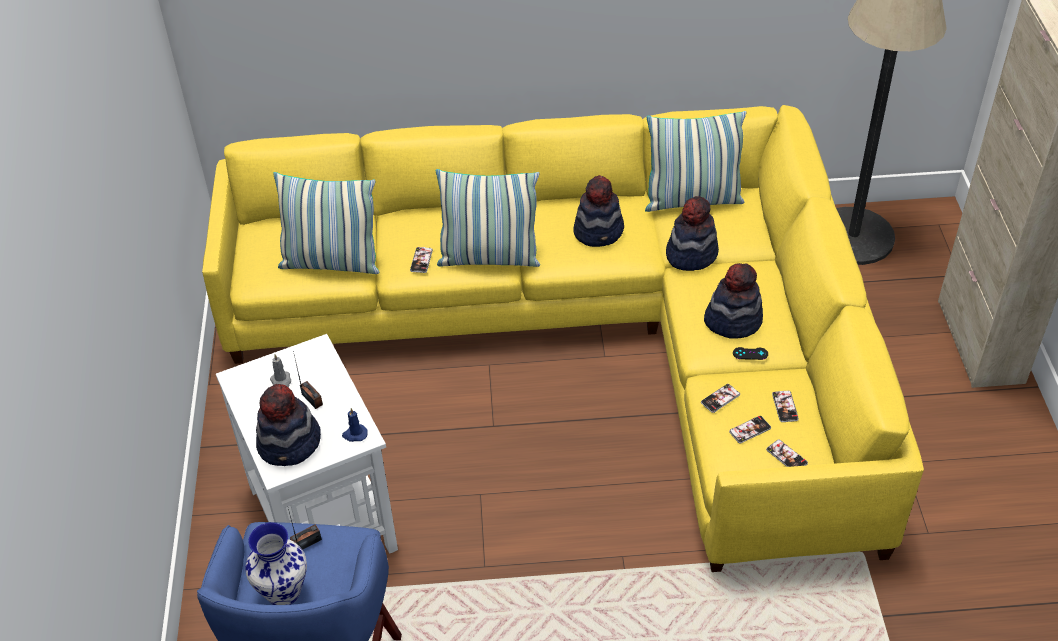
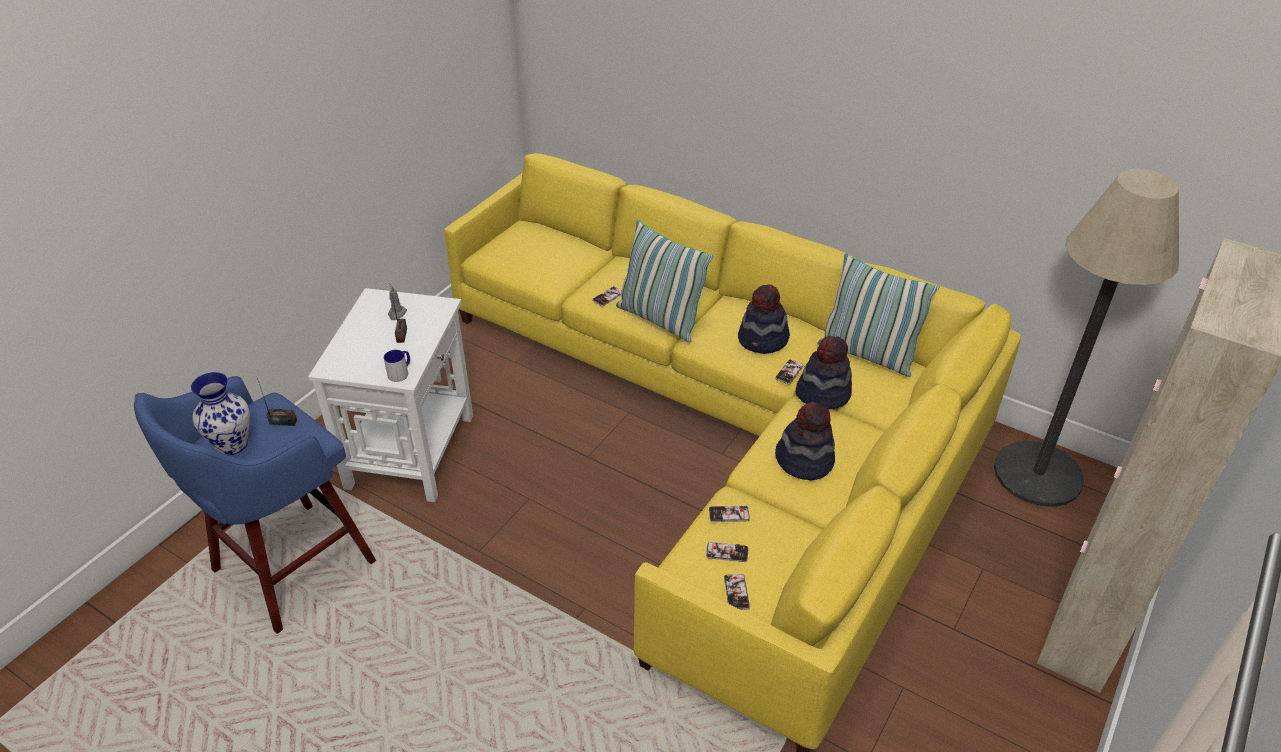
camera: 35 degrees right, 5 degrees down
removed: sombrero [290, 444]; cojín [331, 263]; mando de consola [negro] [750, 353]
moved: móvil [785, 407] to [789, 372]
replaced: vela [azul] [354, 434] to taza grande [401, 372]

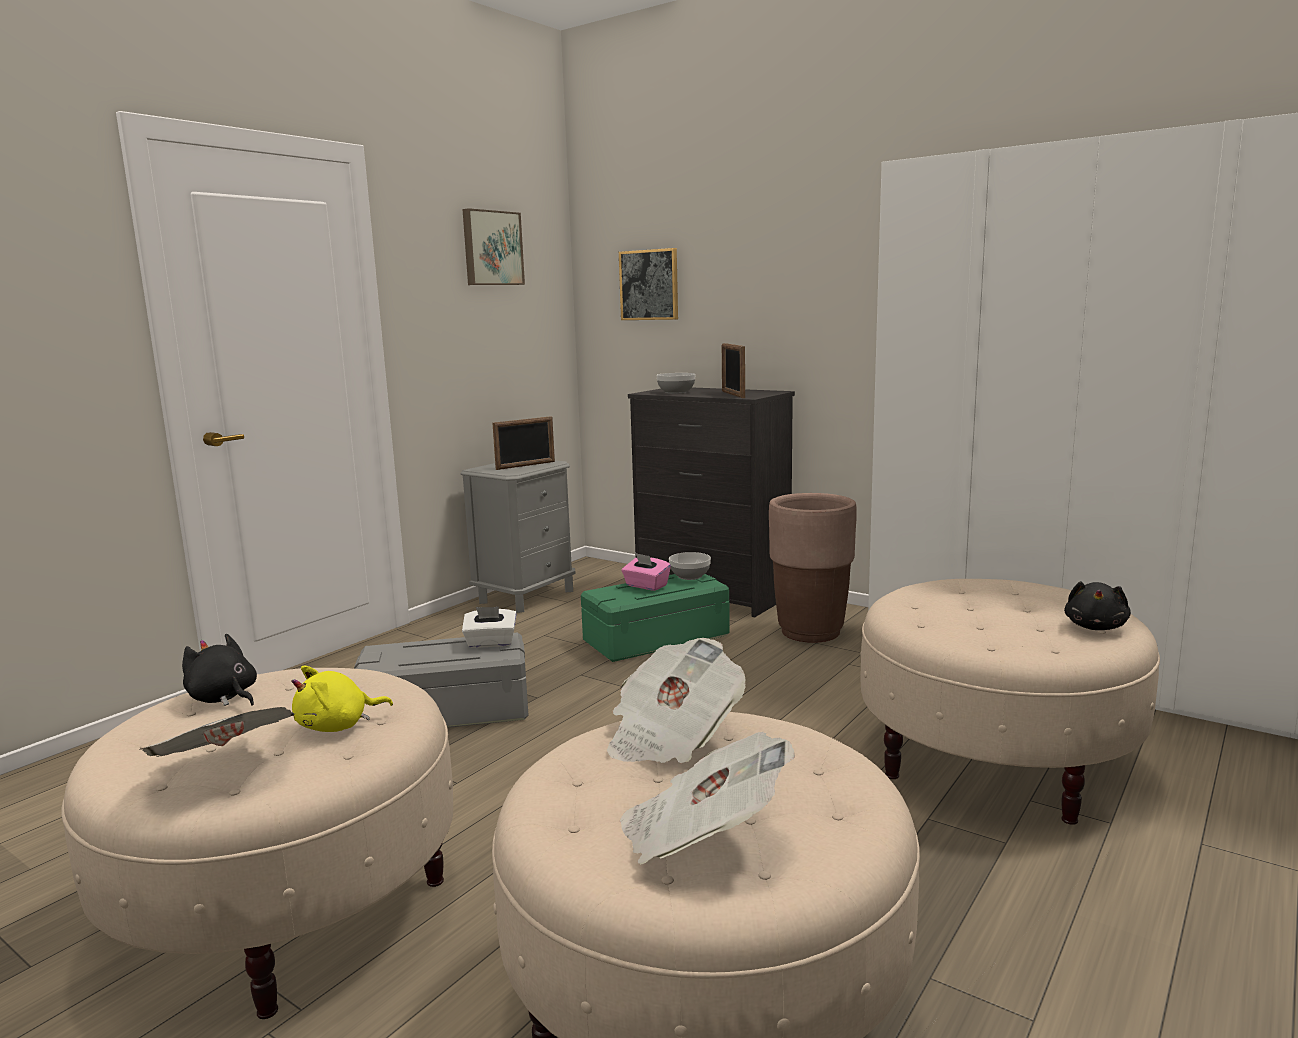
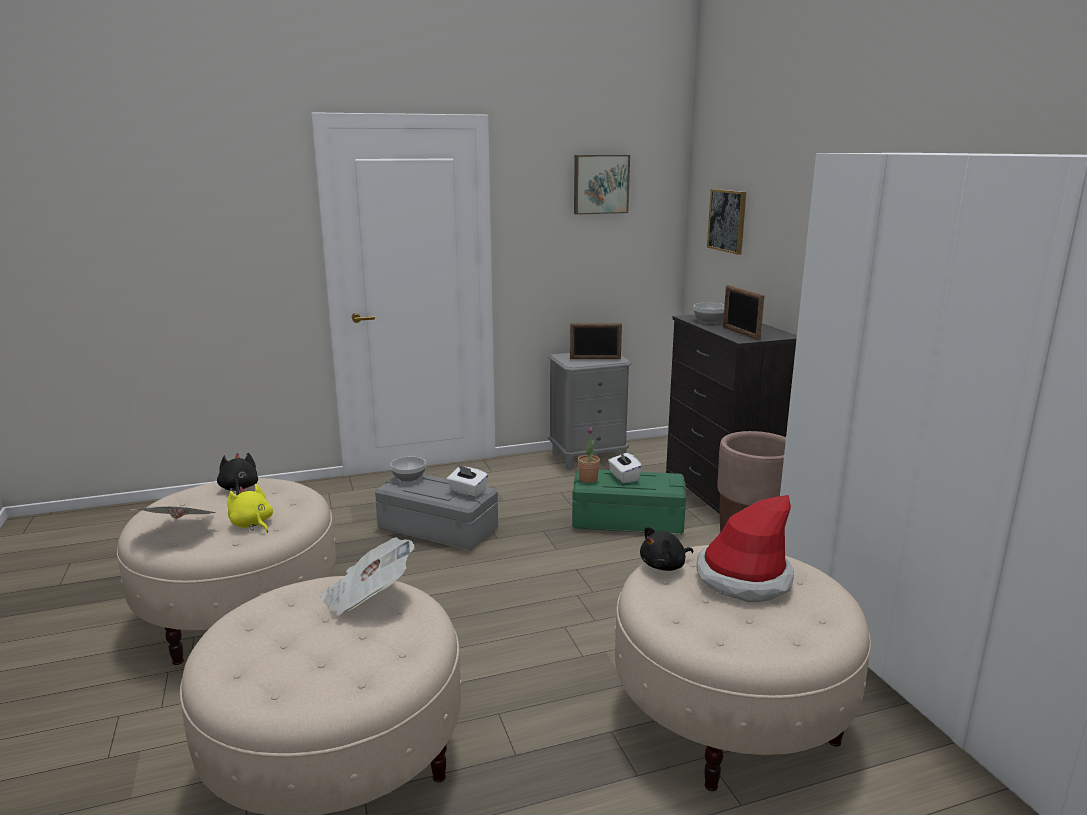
camera: 35 degrees right, 5 degrees up
removed: periódico [702, 836]
added: planta en maceta [588, 479]; sombrero [743, 578]
moved: cuenco [689, 576] to [408, 477]; peluche [negro] [1095, 627] to [665, 565]
recoloured: caja de pañuelos [rosa] [646, 586] to caja de pañuelos [blanco] [624, 477]
turned: peluche [amarillo] [338, 726] = [252, 524] 45 degrees clockwise; portarretratos [733, 394] = [740, 333] 45 degrees counterclockwise

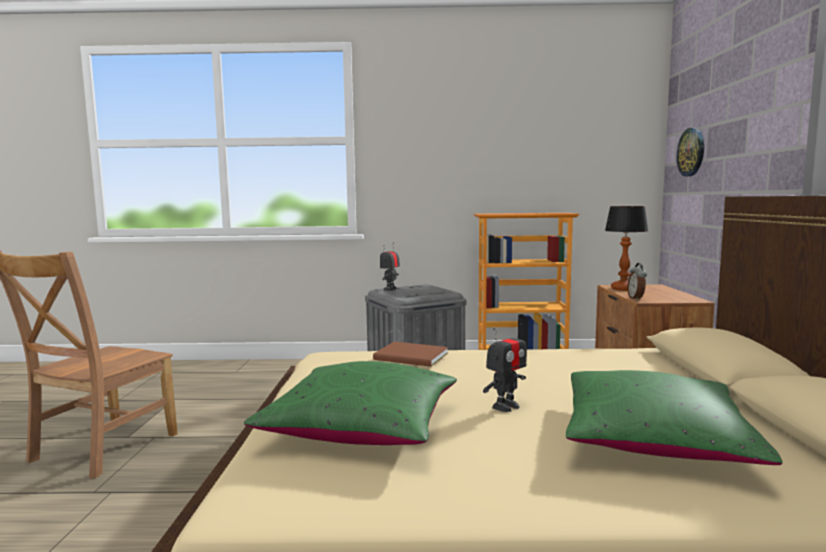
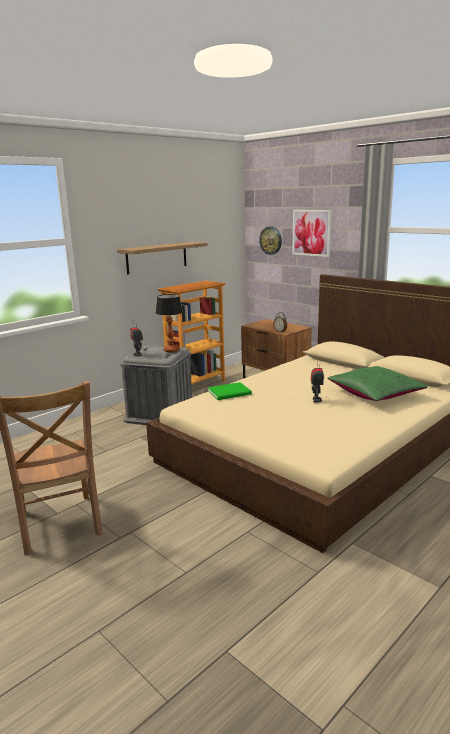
camera: 45 degrees left, 10 degrees up
removed: cojín [verde] [362, 427]
added: estante [157, 257]; cuadro [311, 232]
moved: lámpara de mesa [623, 289] to [171, 350]
recoloured: libro [marrón] [412, 357] to libro [verde] [231, 392]

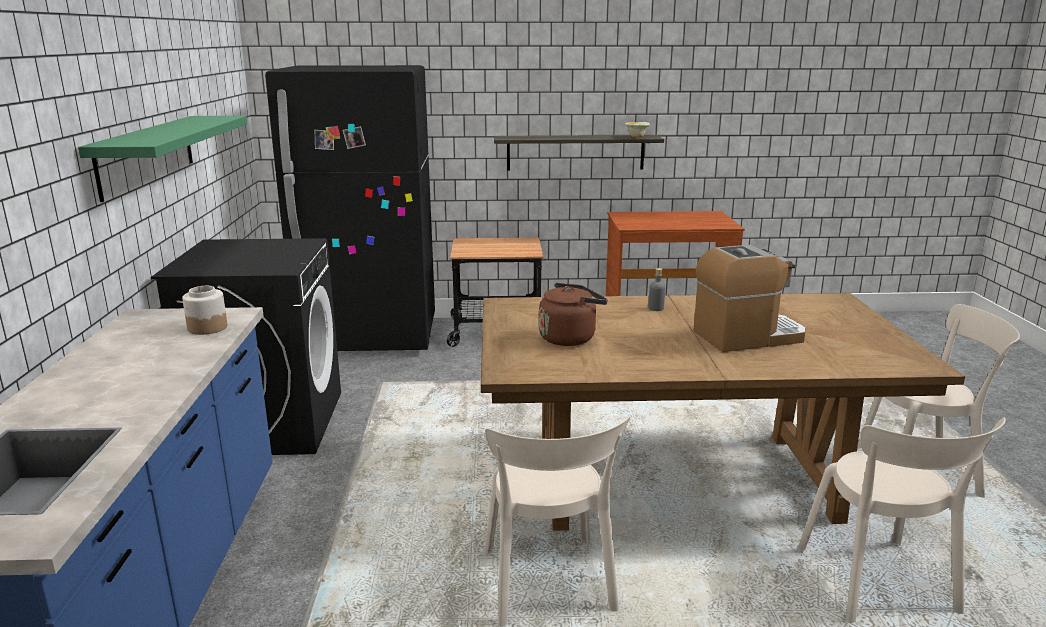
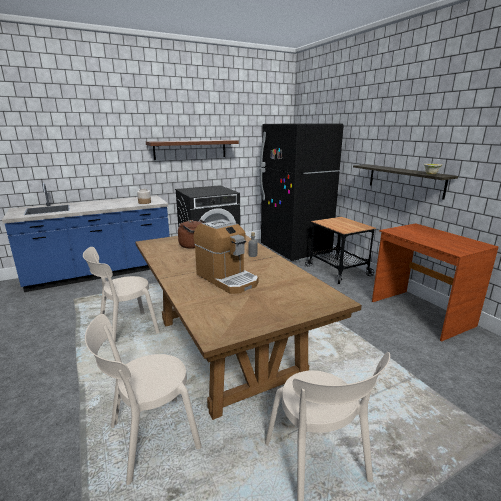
camera: 65 degrees right, 0 degrees up
recoloured: estante [verde] [147, 154] to estante [marrón] [190, 149]

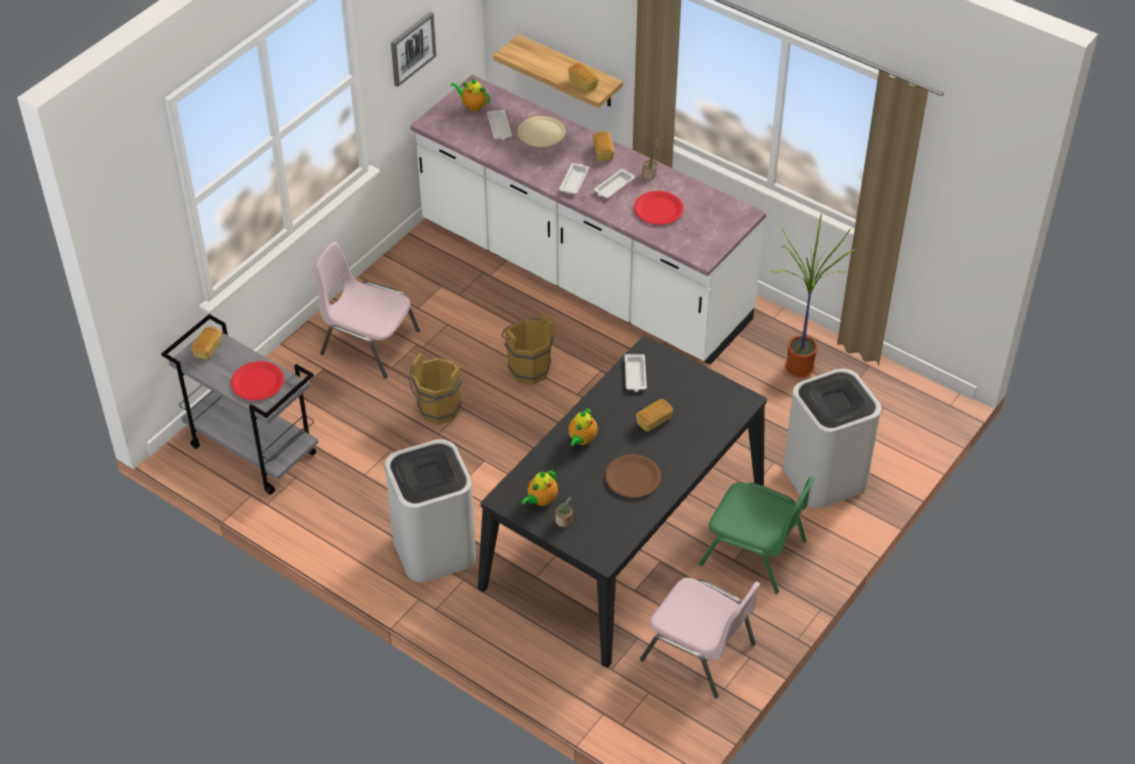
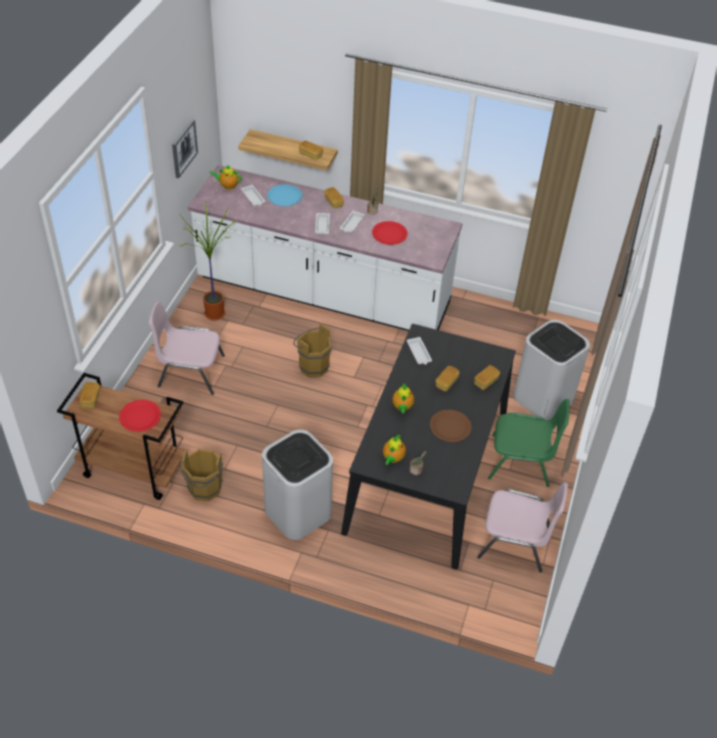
camera: 20 degrees left, 0 degrees up
added: pan [486, 381]
moved: planta en maceta [797, 368] to [213, 314]; cubo [marrón] [437, 412] to [204, 490]
recoloured: carrito [gris] [252, 450] to carrito [marrón] [132, 469]; plato [beis] [541, 133] to plato [azul] [284, 196]

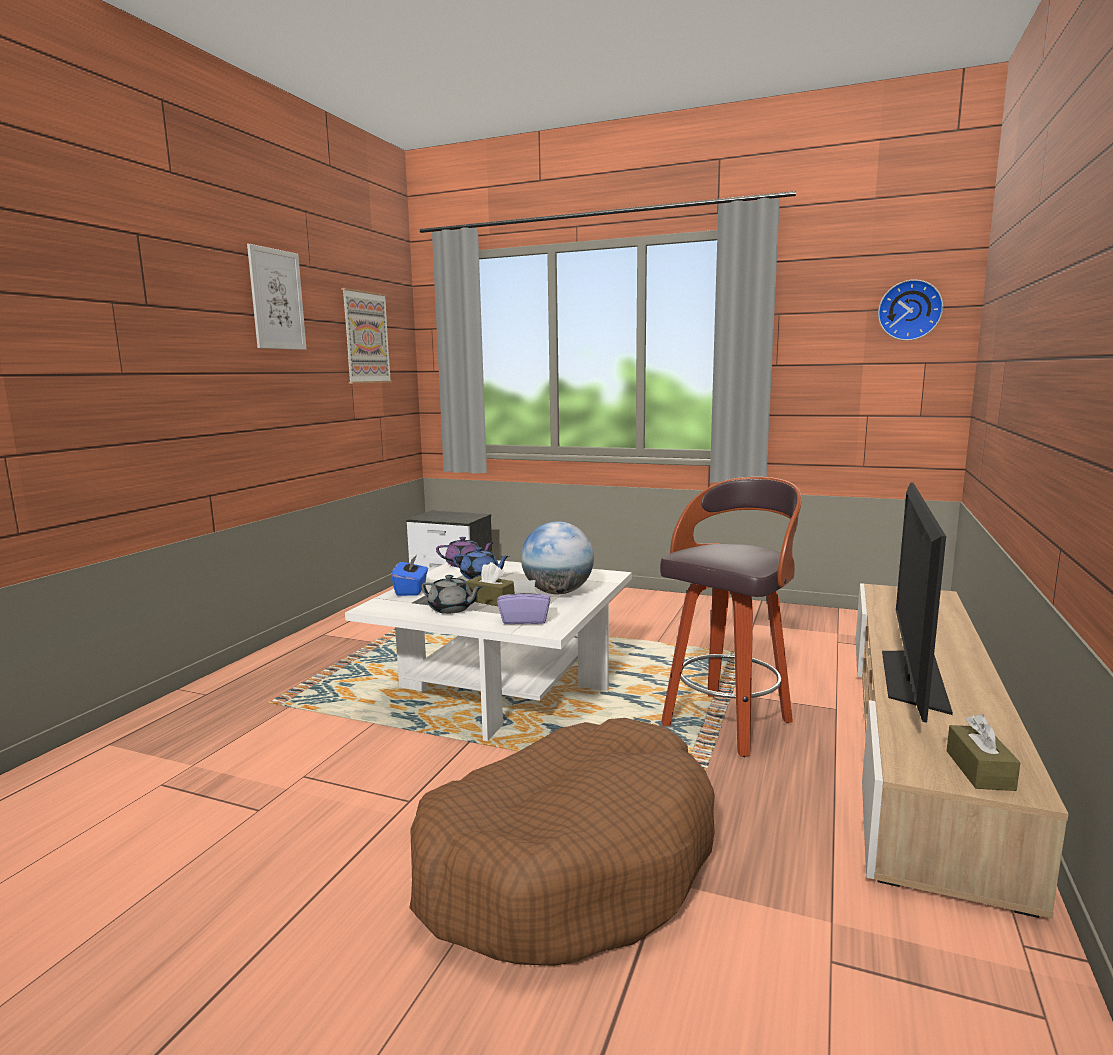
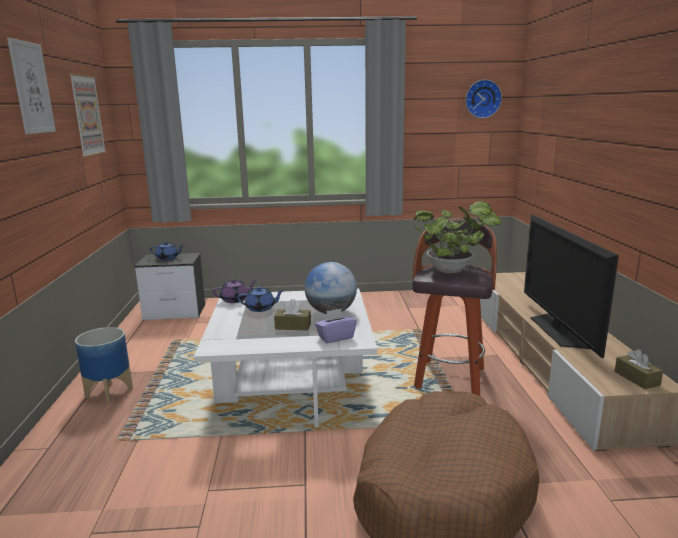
camera: 25 degrees left, 5 degrees up
removed: caja de pañuelos [azul] [411, 590]; tetera [gris] [451, 609]
added: maceta [108, 392]; tetera [azul] [167, 258]; planta en maceta [452, 271]

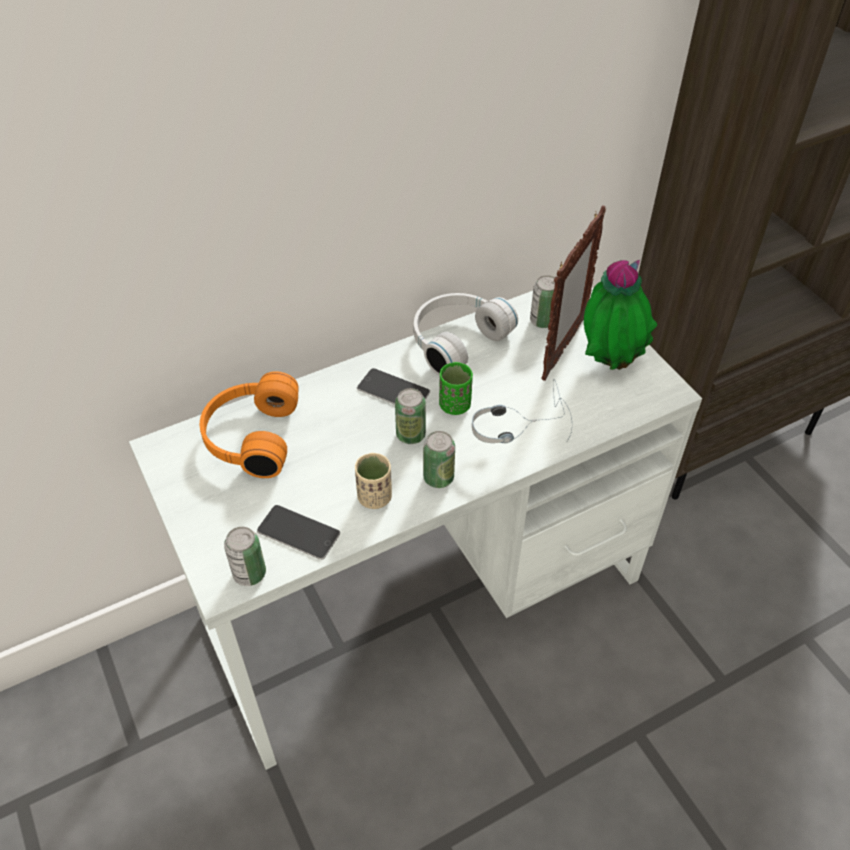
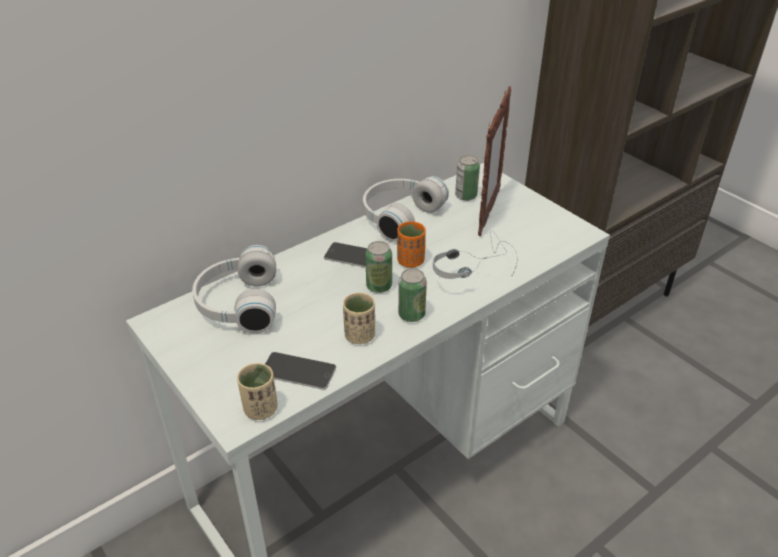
camera: 10 degrees left, 10 degrees down
removed: planta en maceta [608, 363]
replaced: lata [249, 573] to taza [beis] [260, 409]
recoloured: auriculares [naranja] [250, 436] to auriculares [blanco] [237, 304]; taza [verde] [455, 405] to taza [naranja] [410, 261]

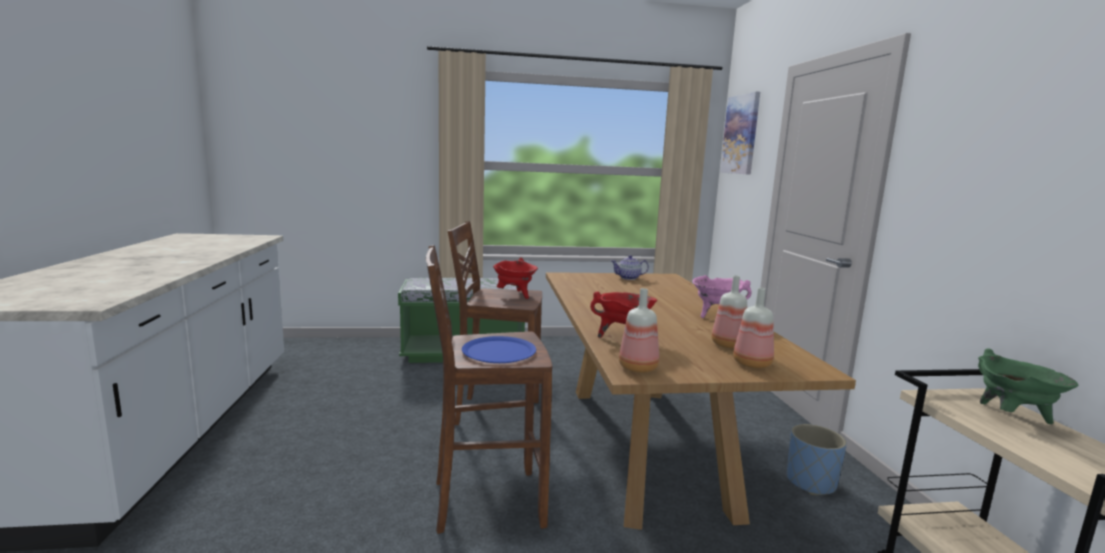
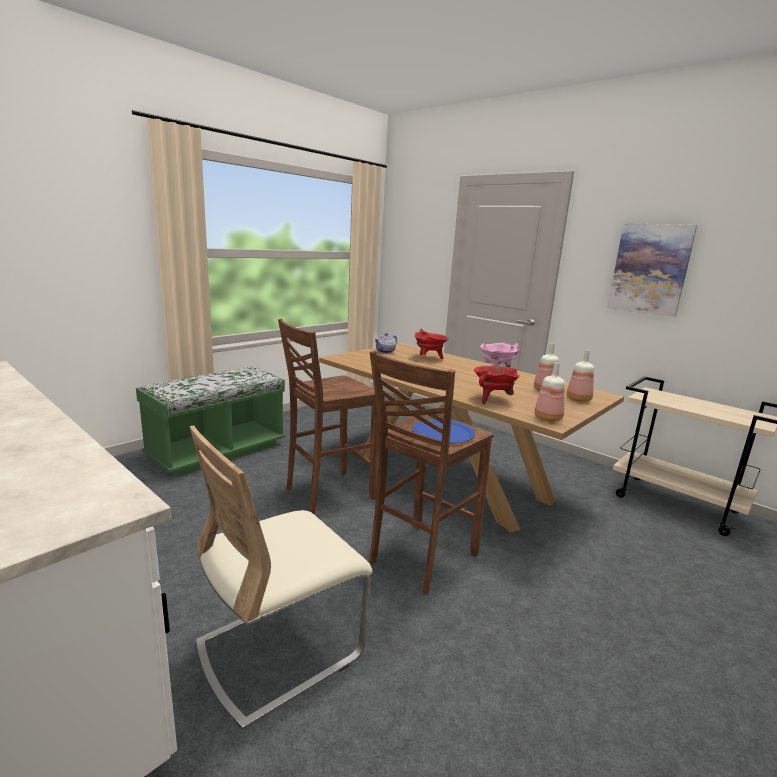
camera: 40 degrees left, 5 degrees up
removed: maceta [azul] [811, 482]; olla [verde] [1012, 417]
added: silla [beis] [280, 650]
moved: olla [rojo] [515, 295] to [429, 358]; cuadro [741, 134] to [650, 269]

